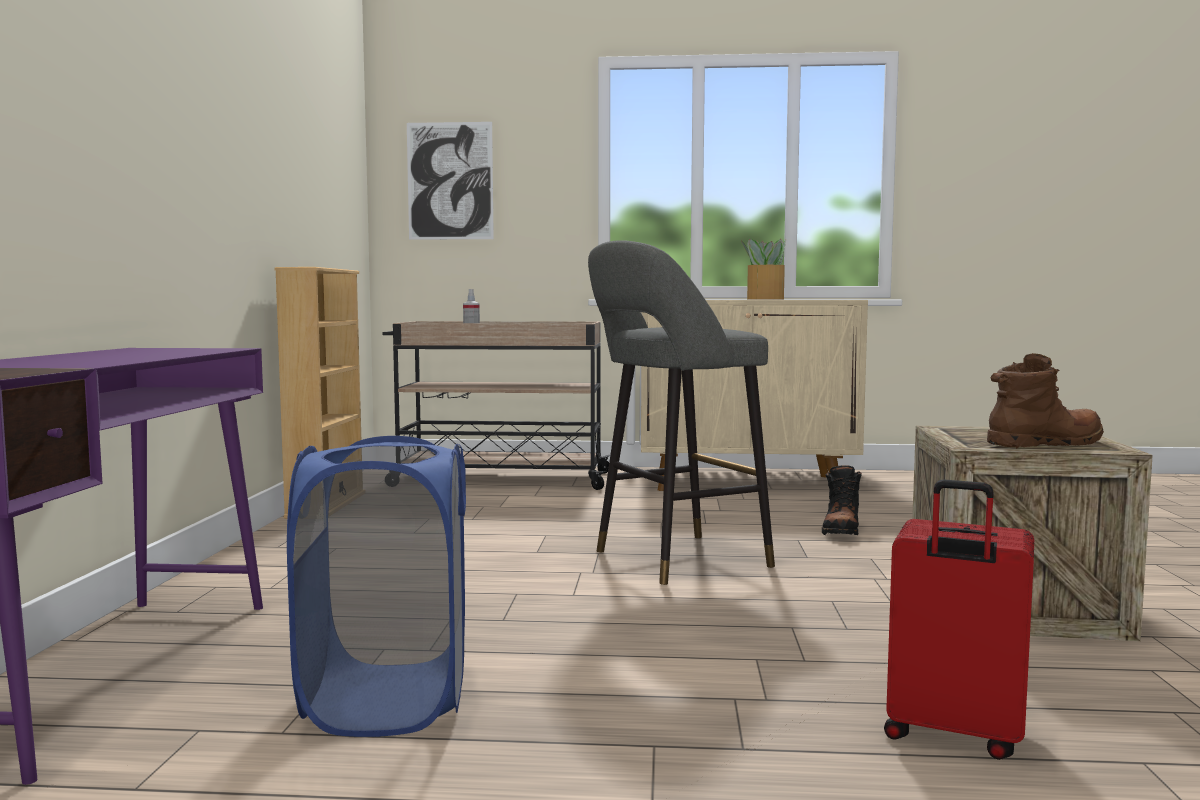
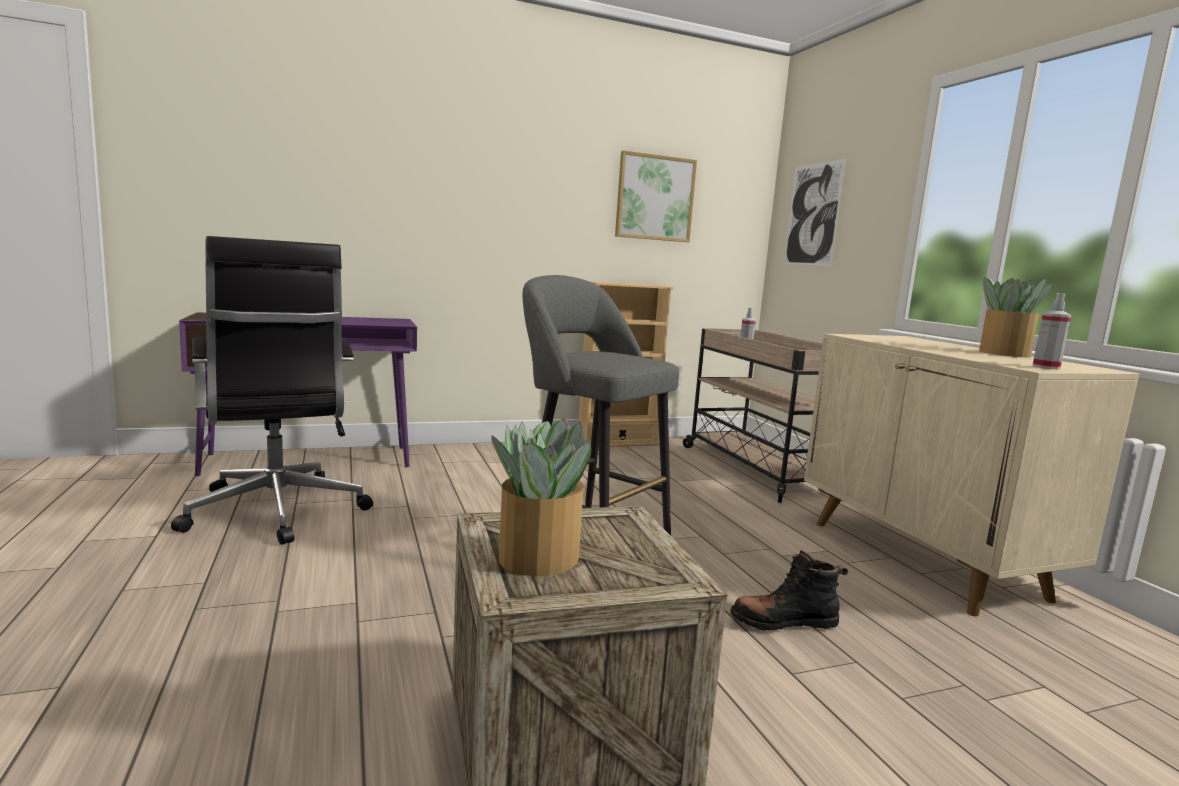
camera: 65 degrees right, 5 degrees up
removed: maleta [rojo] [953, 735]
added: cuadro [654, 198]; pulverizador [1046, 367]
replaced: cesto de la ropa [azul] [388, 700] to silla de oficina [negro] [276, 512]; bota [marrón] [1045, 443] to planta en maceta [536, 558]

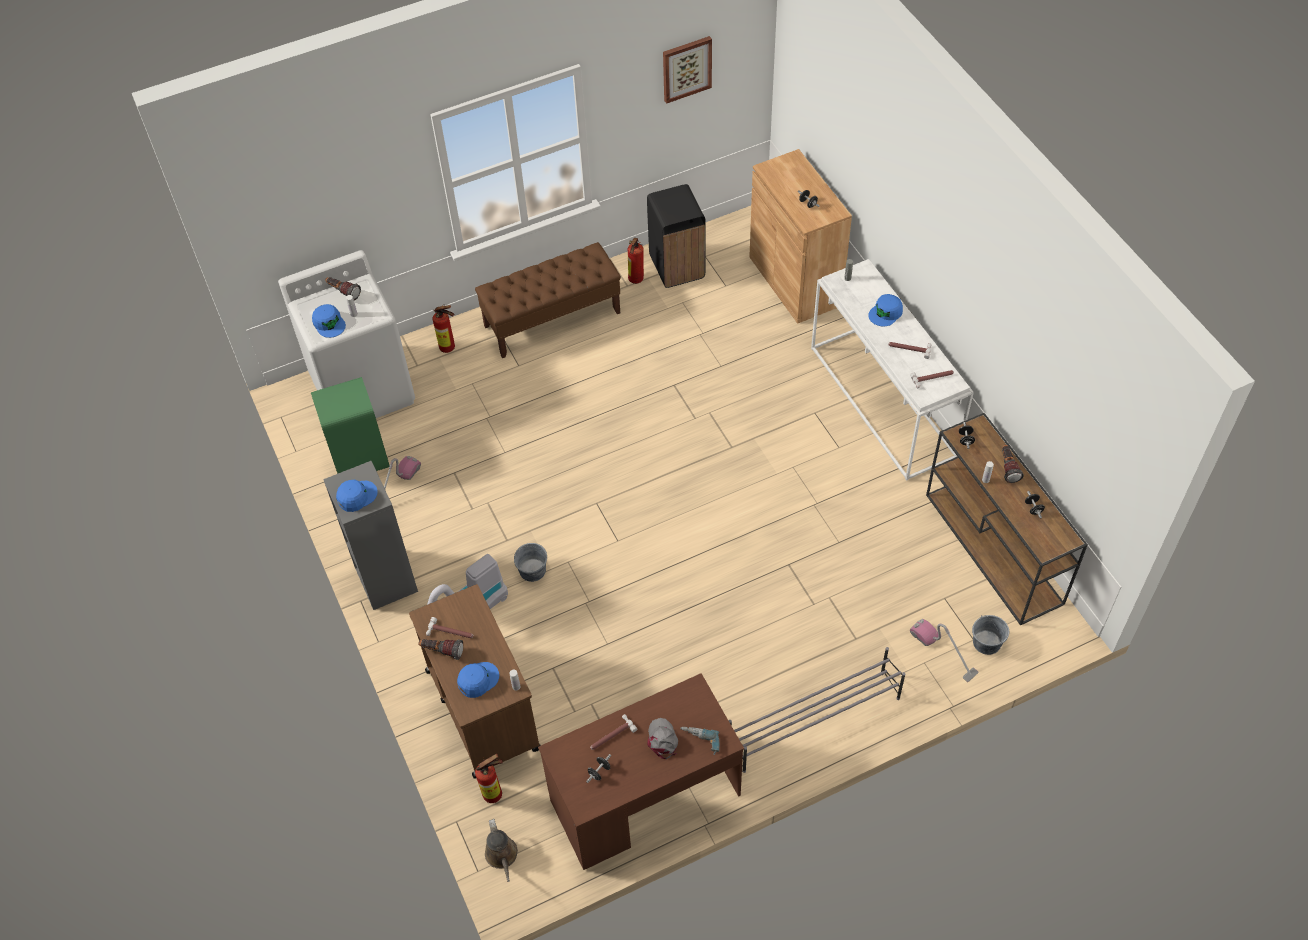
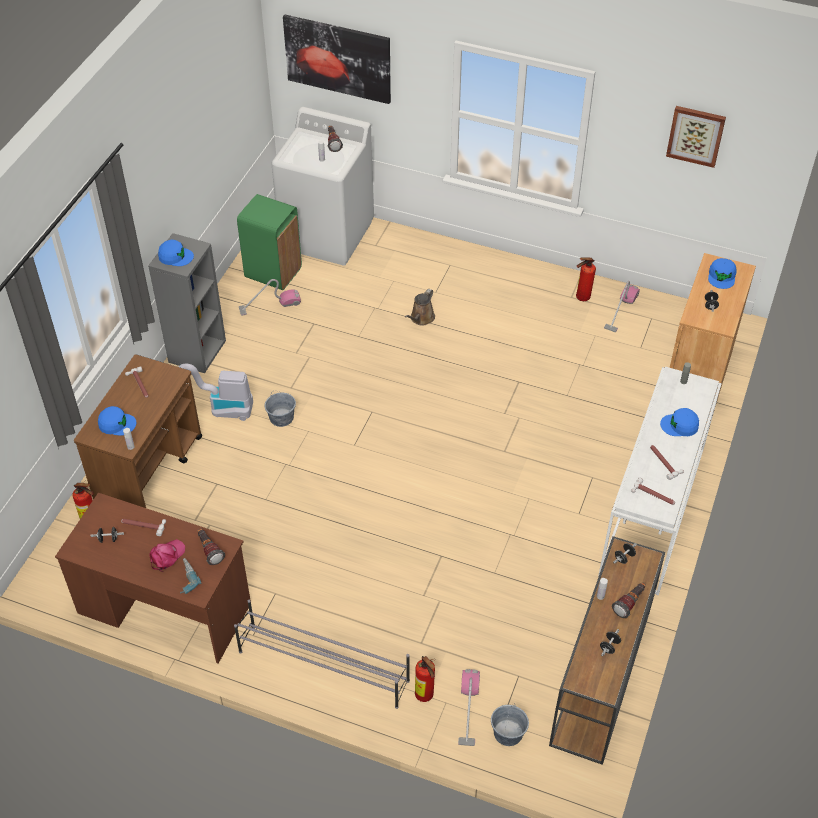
camera: 45 degrees right, 5 degrees down
removed: banco [marrón] [552, 319]
added: cuadro [338, 58]
moved: linterna [442, 651] to [209, 550]; regadera [marrón] [502, 856] to [421, 318]; extintor [449, 348] to [425, 697]; gorra [azul] [329, 323] to [722, 276]
replaced: papelera [negro] [676, 267] to aspiradora [621, 310]
recoloured: gorra [gris] [662, 740] to gorra [rosa] [166, 556]

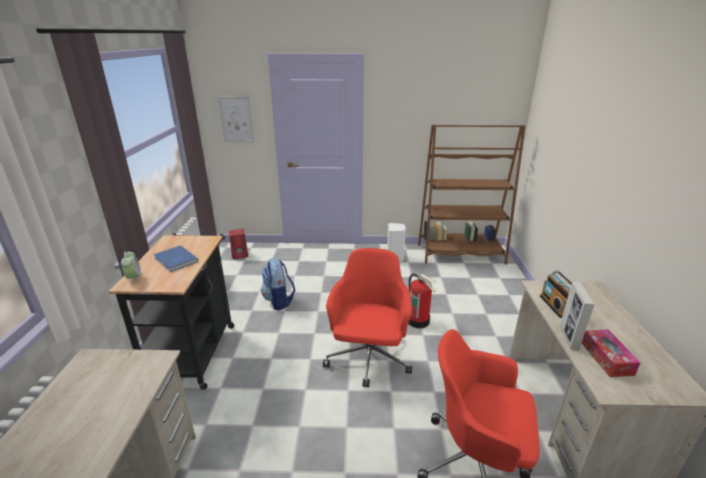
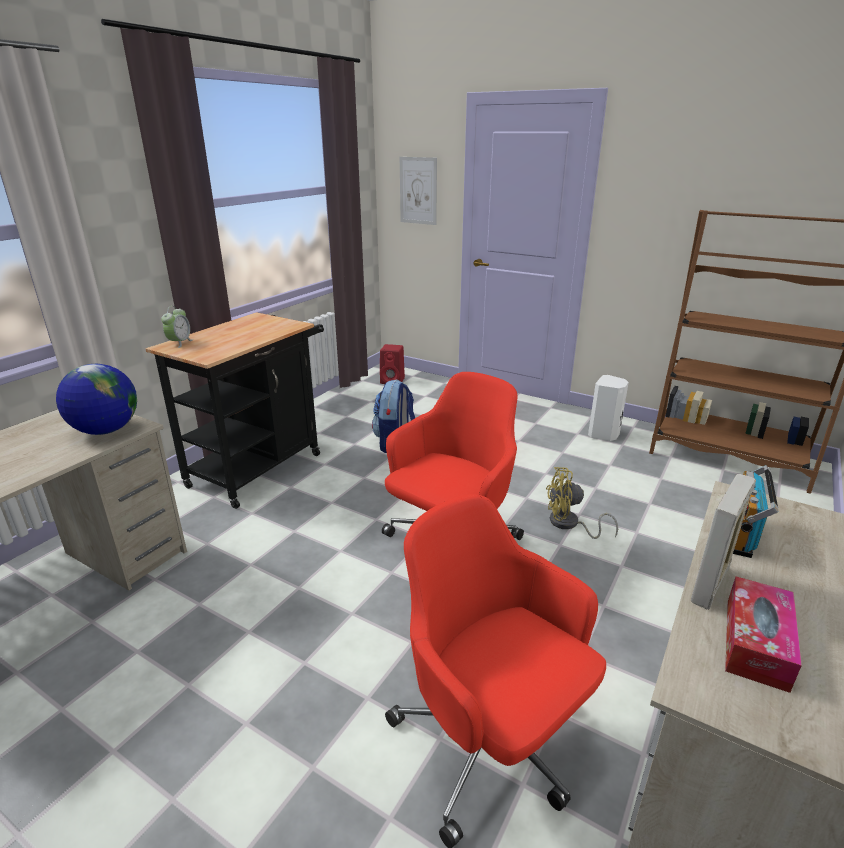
camera: 30 degrees right, 0 degrees up
removed: libro [azul] [175, 260]
added: globo terráqueo [105, 430]
replaced: extintor [418, 321] to ventilador [amarillo] [569, 524]

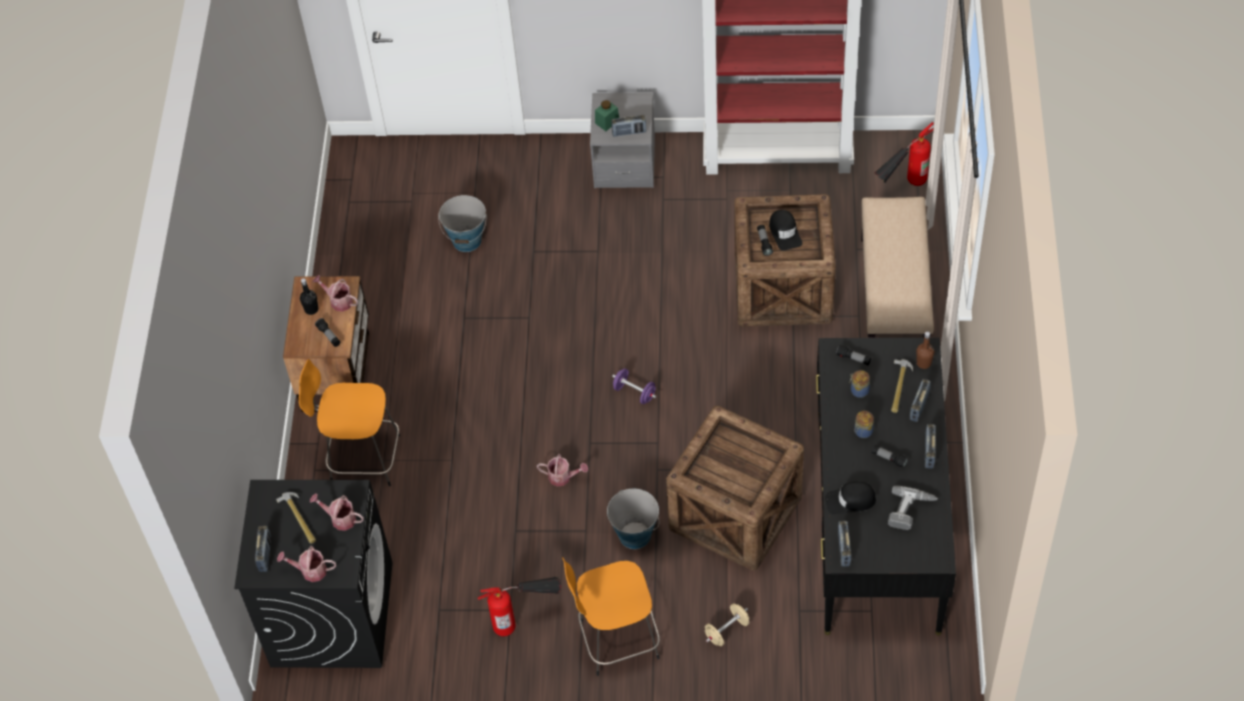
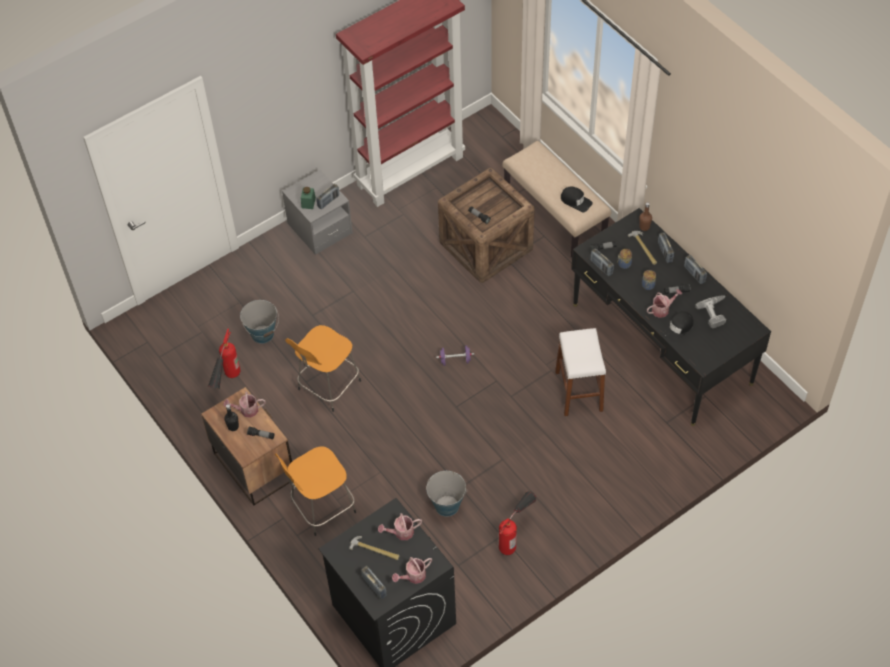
camera: 40 degrees left, 0 degrees up
removed: mancuerna [beis] [727, 630]
moved: extintor [902, 187] to [227, 384]; taburete [naranja] [616, 640] to [328, 386]; cubo [634, 535] to [446, 505]; gorra [negro] [785, 232] to [576, 201]; radio [843, 549] to [601, 267]; regadera [563, 477] to [662, 309]
replaced: caja de embalaje [734, 512] to taburete [blanco] [578, 391]

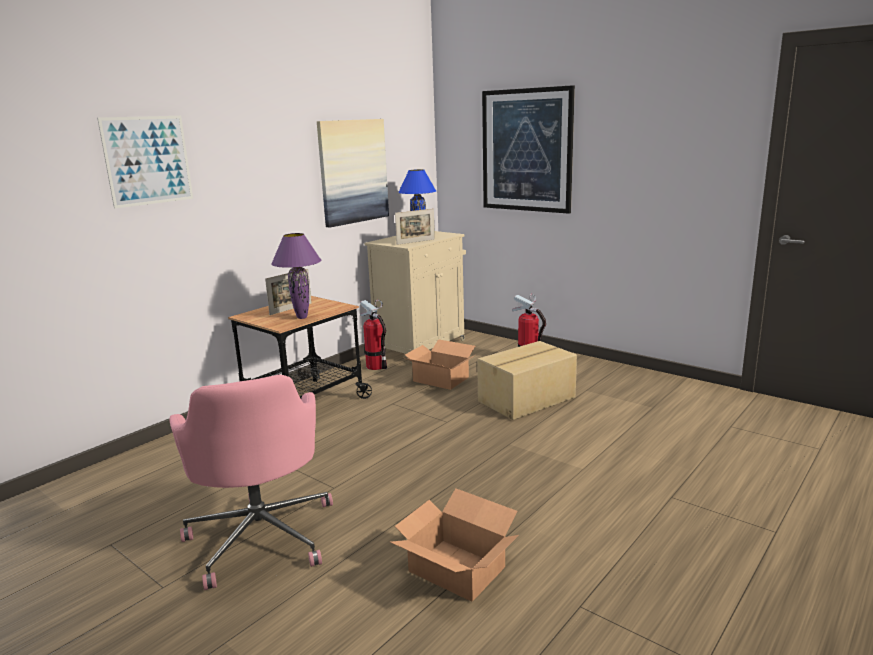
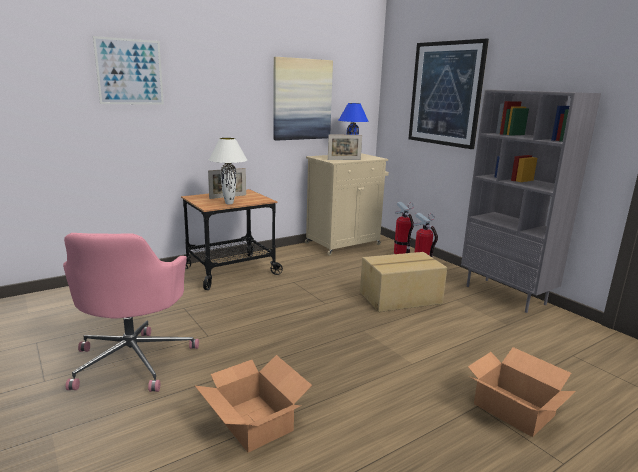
camera: 15 degrees right, 0 degrees up
added: estantería [gris] [506, 295]
moved: extintor [376, 366] to [401, 253]; caja de cartón [441, 379] to [514, 410]
recoloured: lámpara de mesa [morado] [302, 317] to lámpara de mesa [blanco] [229, 203]

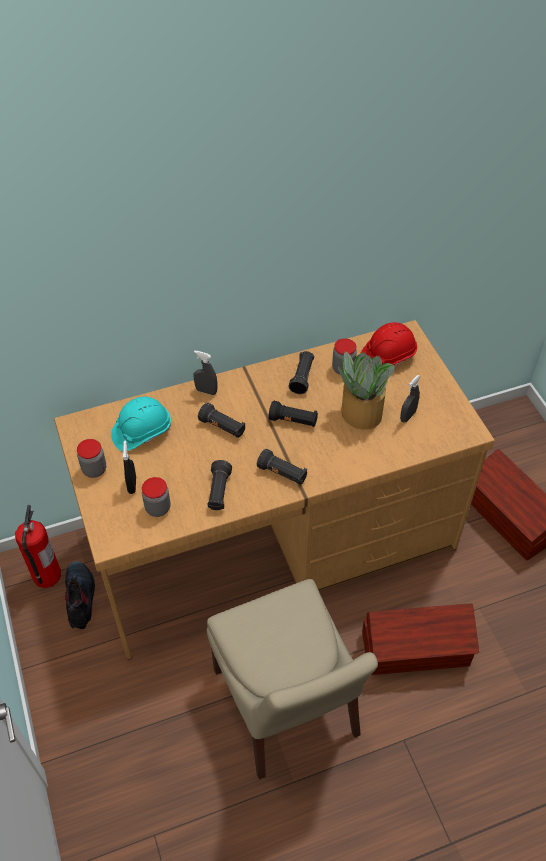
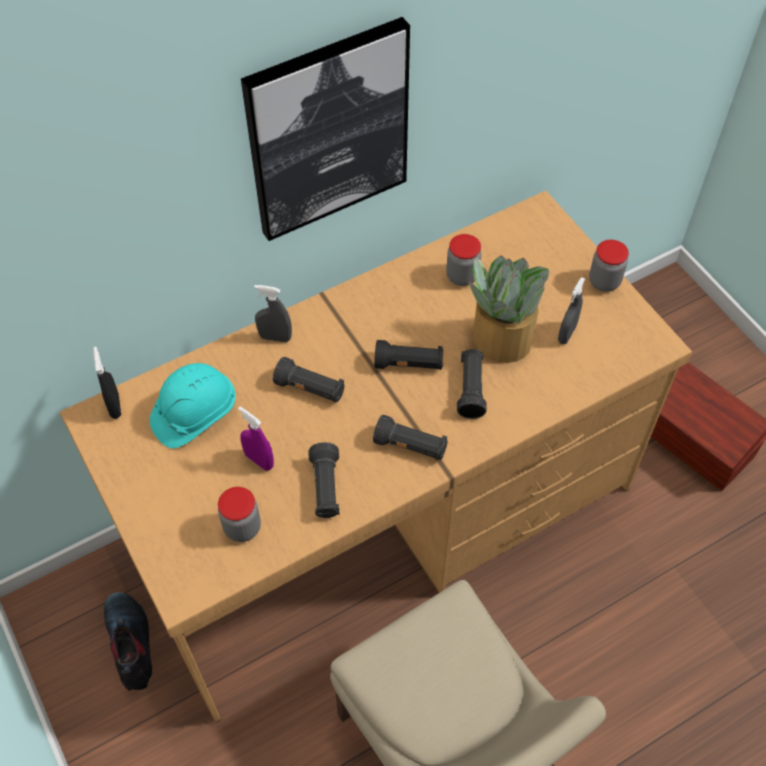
camera: 10 degrees left, 5 degrees up
removed: extintor [47, 576]; casco [rojo] [387, 356]; caja de almacenaje [marrón] [416, 650]
added: pulverizador [morado] [259, 460]; cuadro [328, 130]
moved: pulverizador [negro] [132, 485] to [115, 406]; linterna [negro] [302, 377] to [471, 389]; tarro [94, 469] to [604, 282]

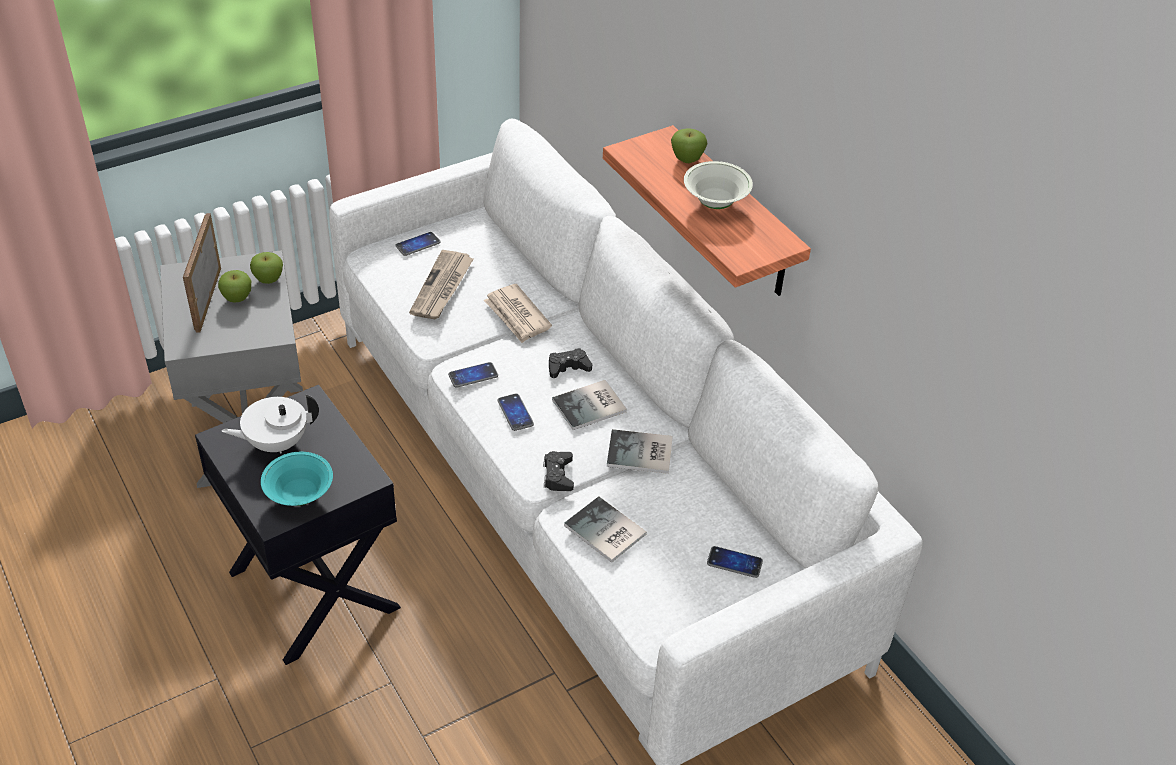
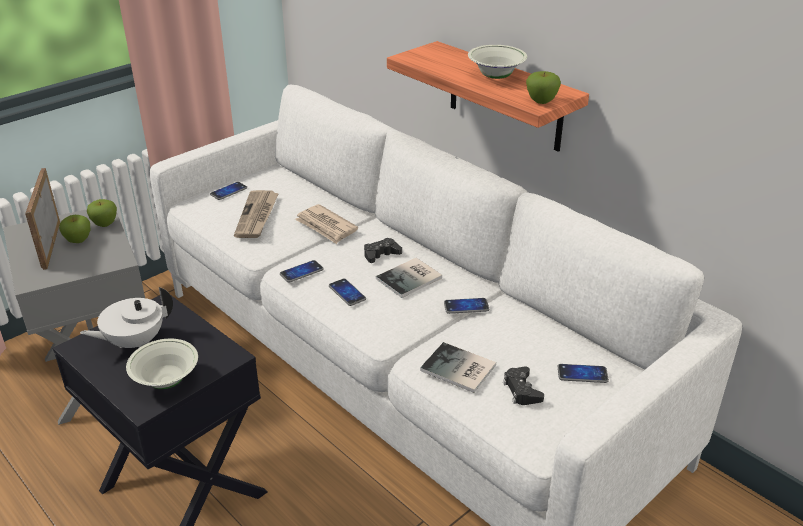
camera: 10 degrees left, 10 degrees down
moved: mando de consola [negro] [558, 475] to [521, 390]; manzana [687, 159] to [541, 101]
replaced: libro [641, 454] to móvil [466, 306]
recoloured: cuenco [turquesa] [300, 496] to cuenco [blanco] [166, 381]

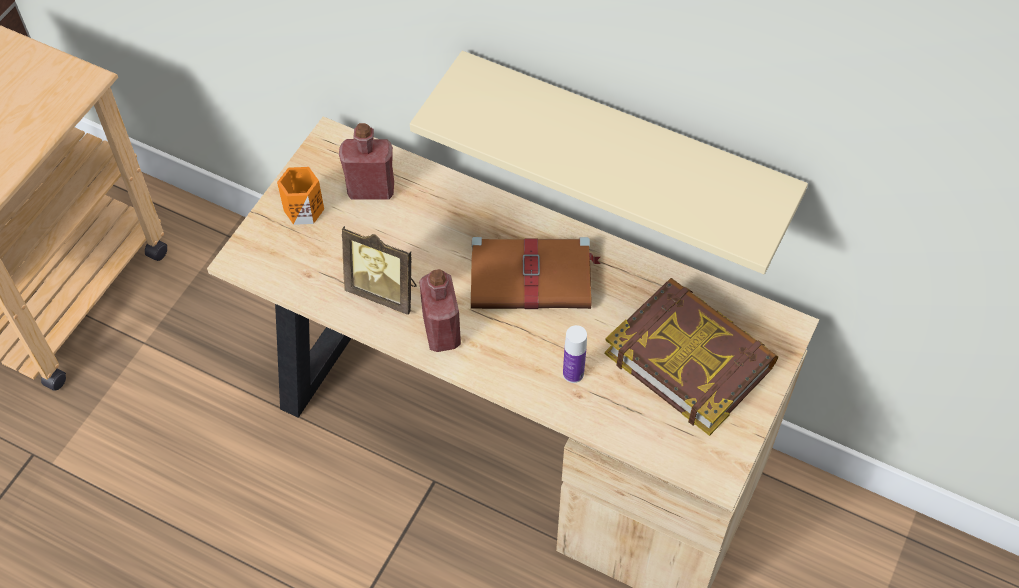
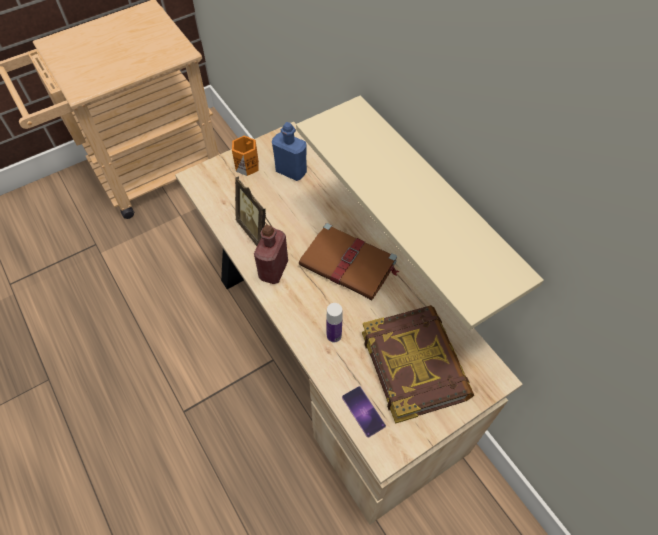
camera: 30 degrees right, 0 degrees up
added: móvil [363, 411]
recoloured: botella [rojo] [371, 189] to botella [azul] [291, 171]

